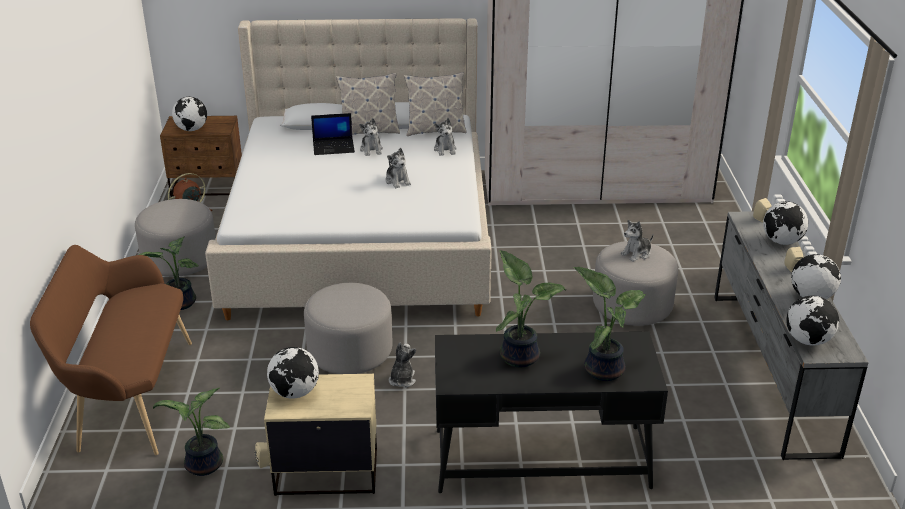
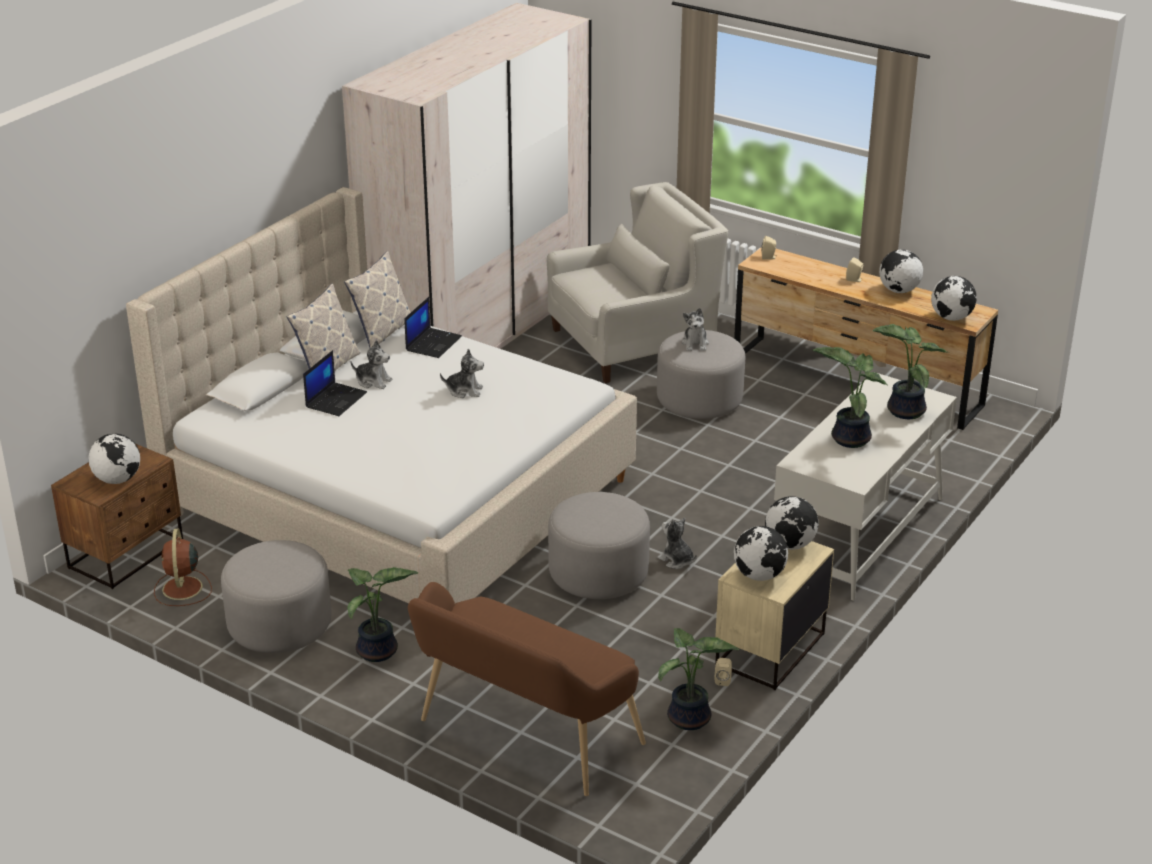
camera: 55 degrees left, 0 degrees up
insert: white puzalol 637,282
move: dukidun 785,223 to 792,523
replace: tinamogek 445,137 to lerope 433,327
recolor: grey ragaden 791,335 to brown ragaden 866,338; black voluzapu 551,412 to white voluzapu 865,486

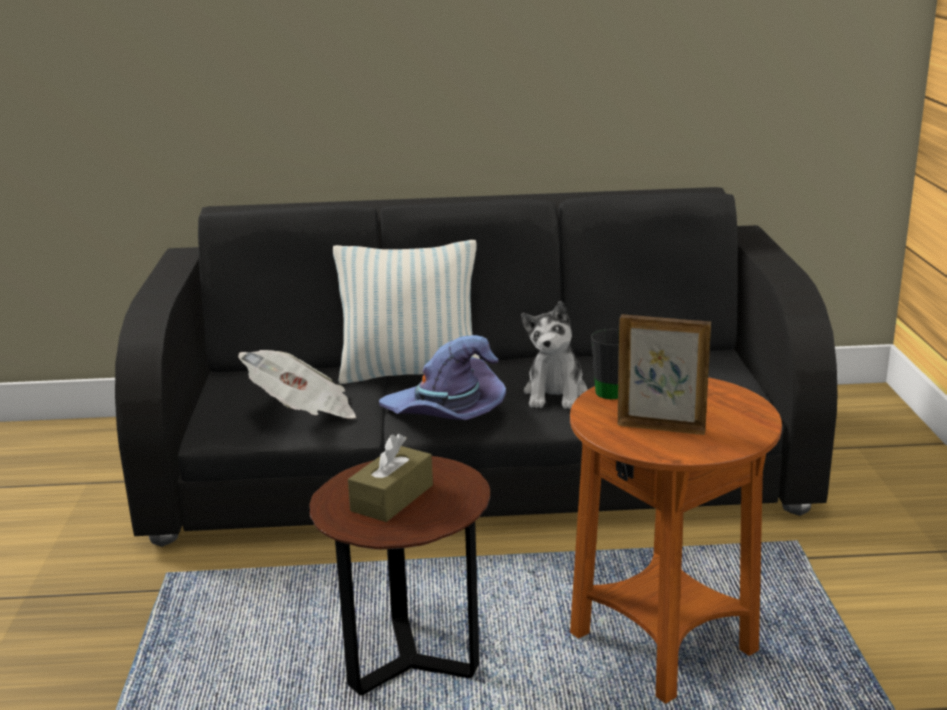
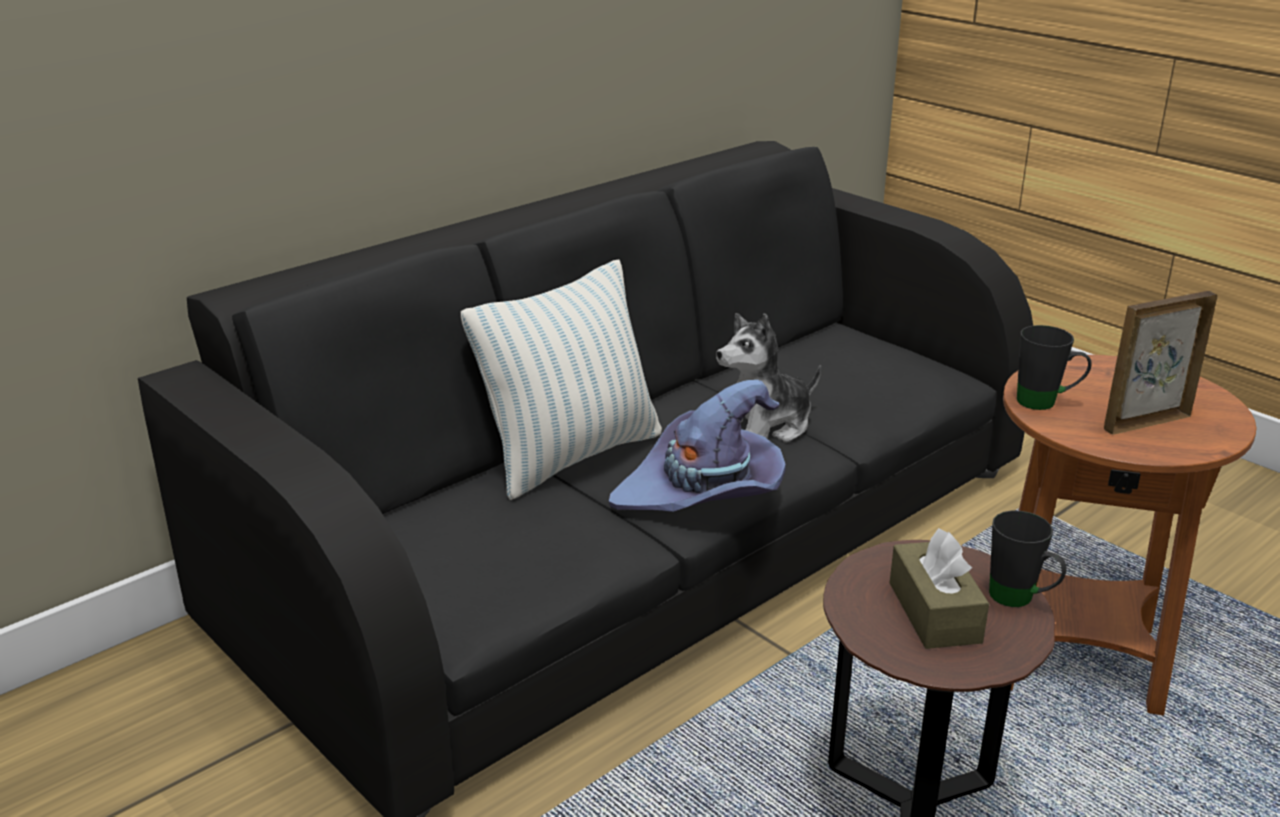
camera: 40 degrees left, 5 degrees up
delete: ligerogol 297,384
insert: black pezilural 1028,559
rotate: tinamogek 554,355 = 768,377 90 degrees clockwise

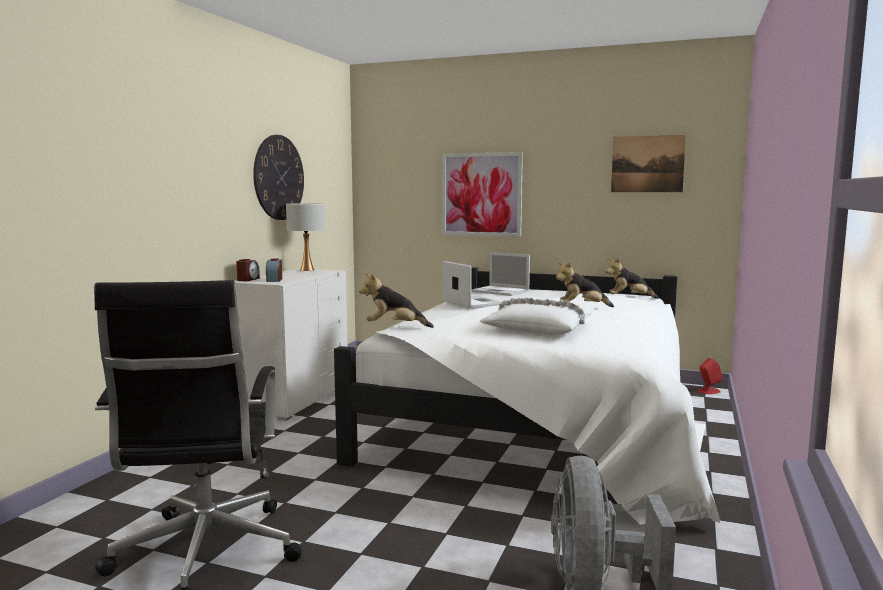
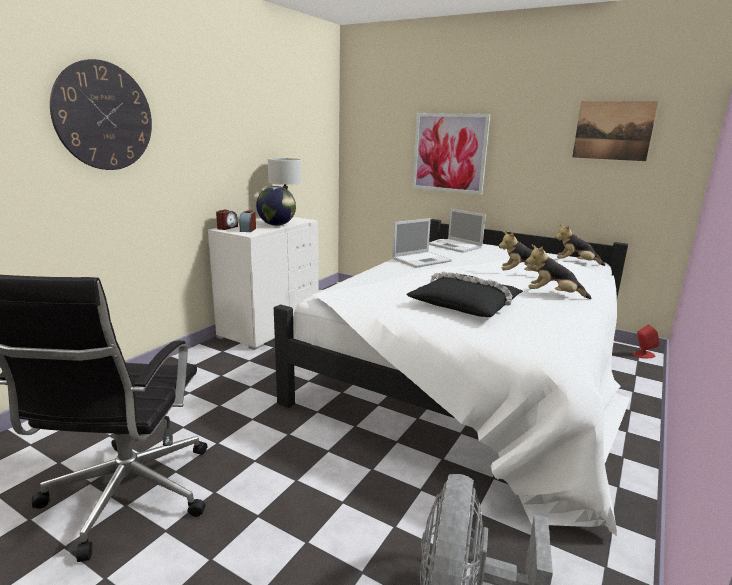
camera: 10 degrees right, 10 degrees up
insert: dukidun 276,206
move: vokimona 278,177 to 101,114; tinamogek 396,300 to 559,272
recolor: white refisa 536,316 to black refisa 464,294
rotate: lerope 472,285 = 422,243 75 degrees clockwise

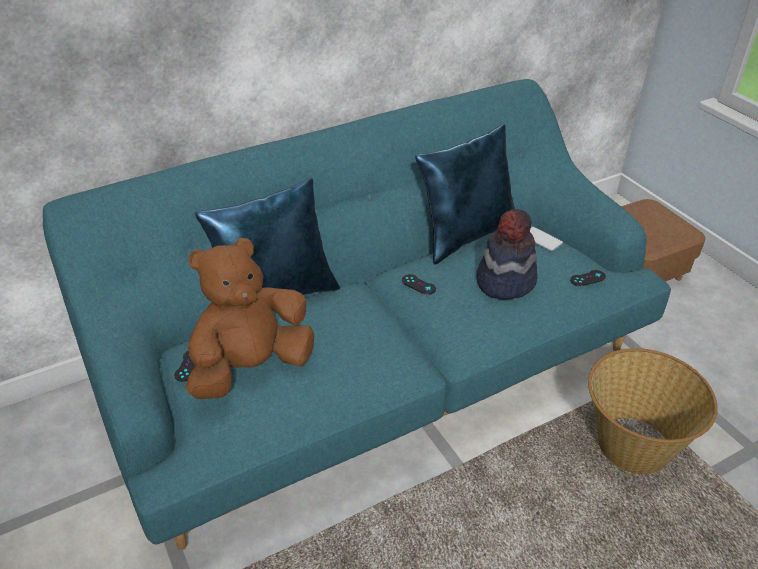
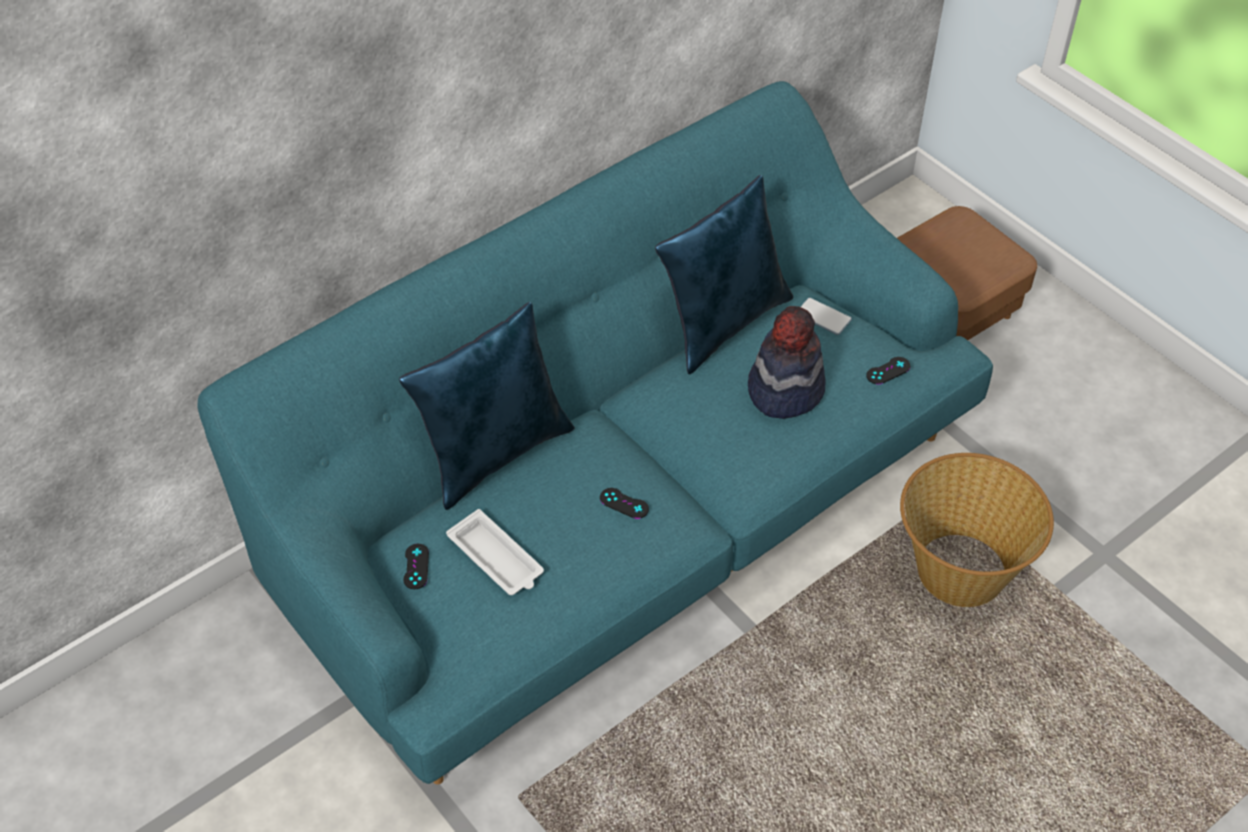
camera: 10 degrees left, 10 degrees up
move: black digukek 419,284 to 624,503
replace: brown tinamogek 249,318 to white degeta 495,552

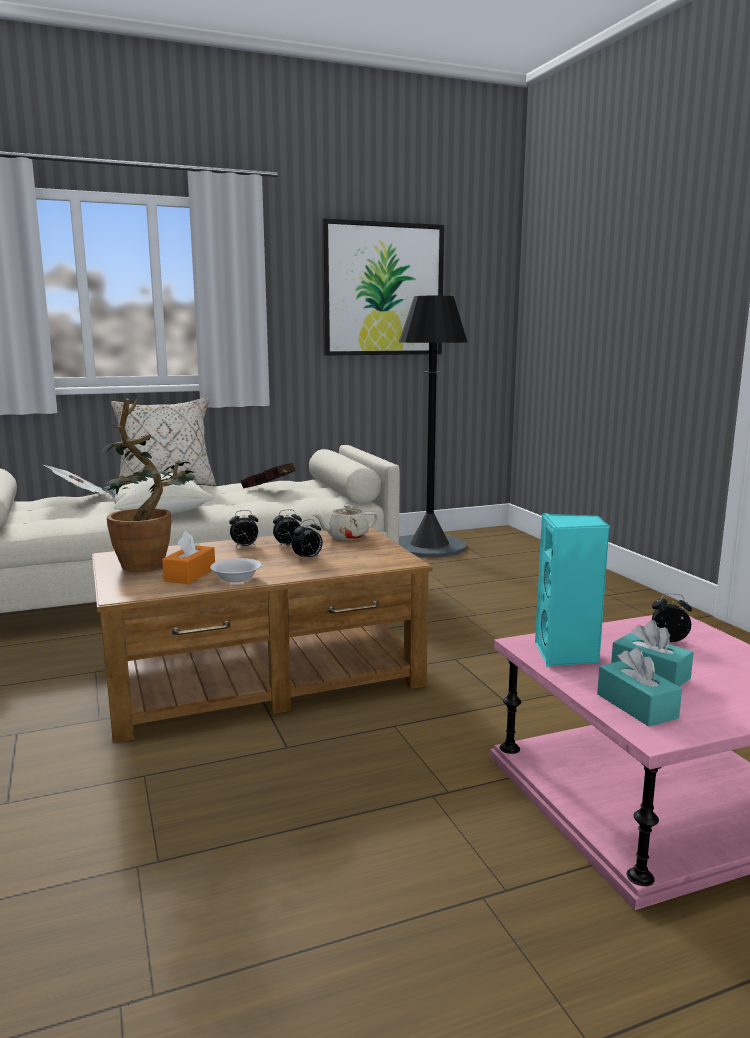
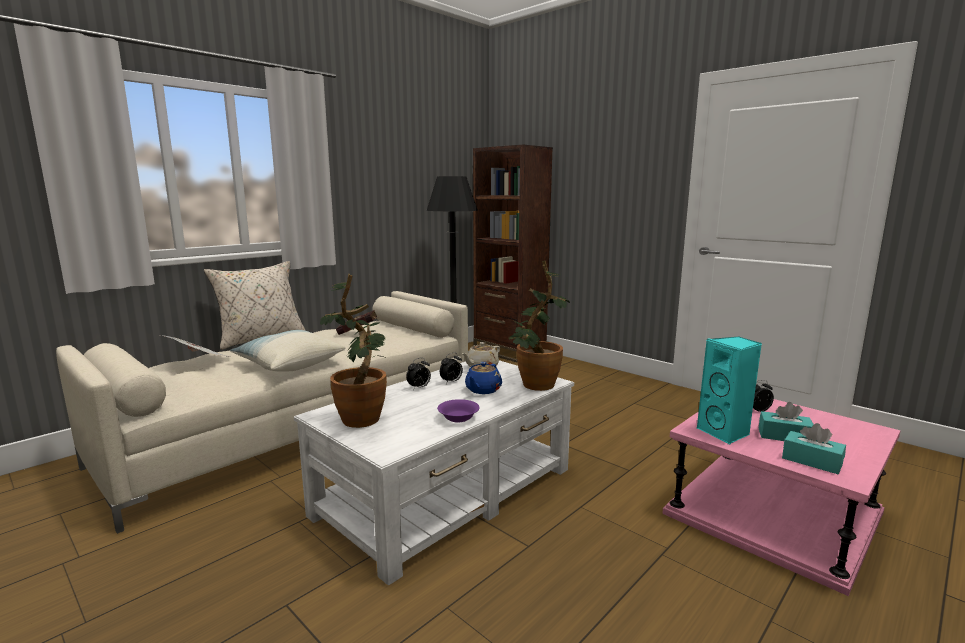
camera: 25 degrees left, 0 degrees up
delete: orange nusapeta 188,557; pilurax 382,287
insert: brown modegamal 513,253; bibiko 539,326
replace: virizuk 307,540 to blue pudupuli 483,378
recolor: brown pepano 262,635 to white pepano 434,473; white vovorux 236,570 to purple vovorux 458,410

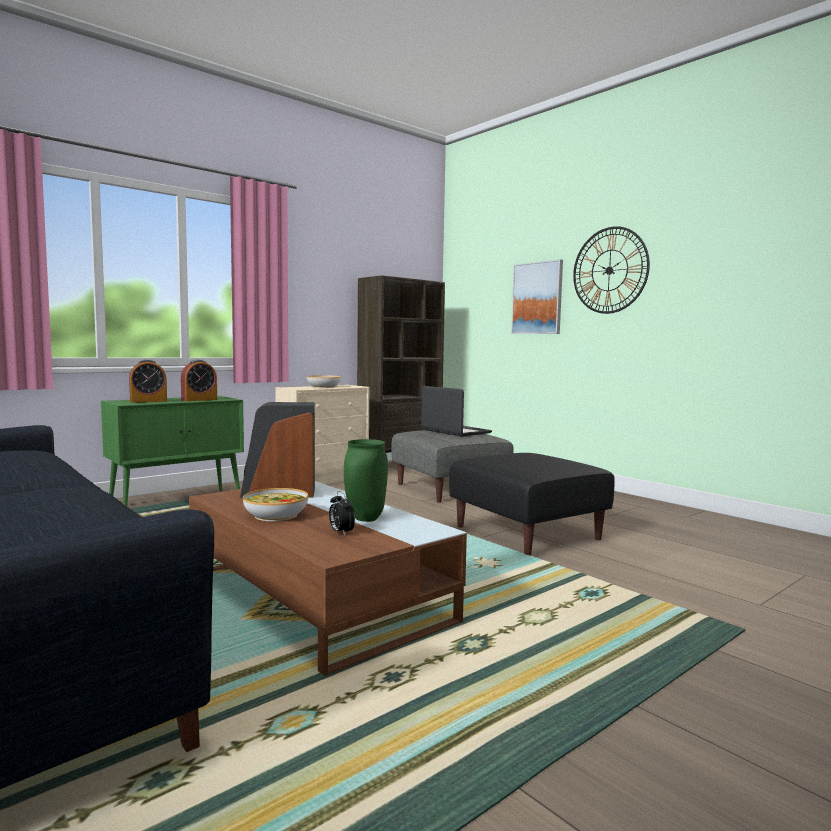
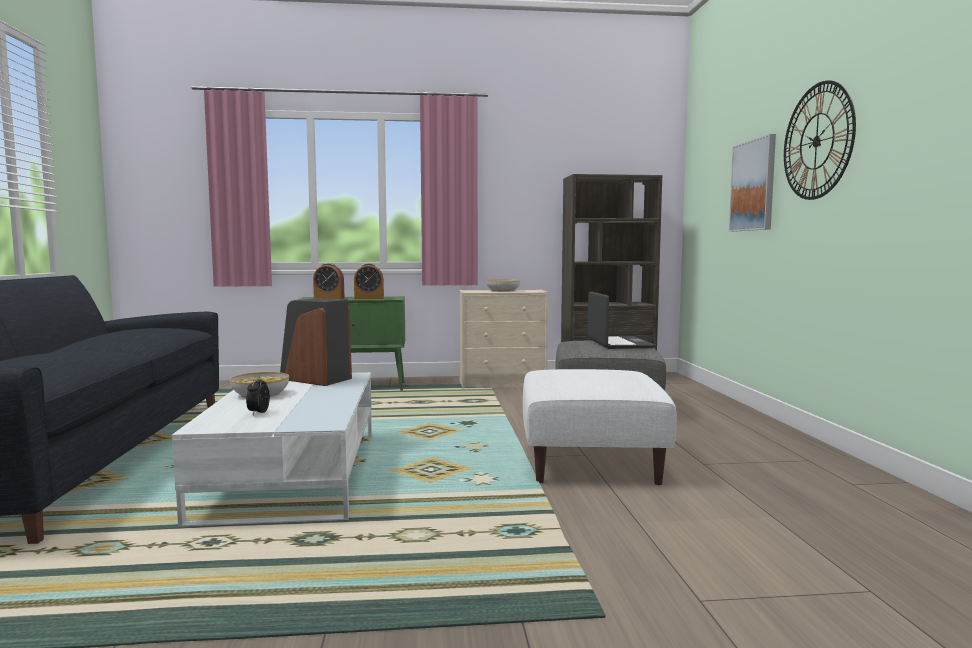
camera: 35 degrees right, 0 degrees up
delete: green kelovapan 366,480
recolor: brown pepano 328,578 to white pepano 272,449; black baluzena 532,504 to white baluzena 600,427

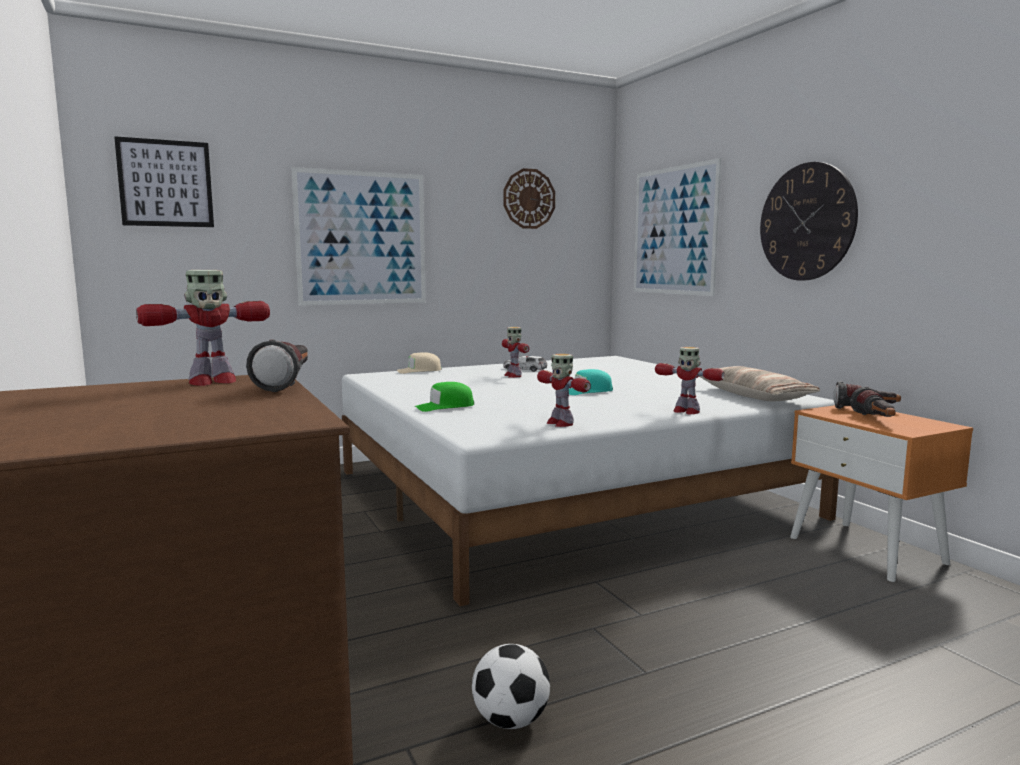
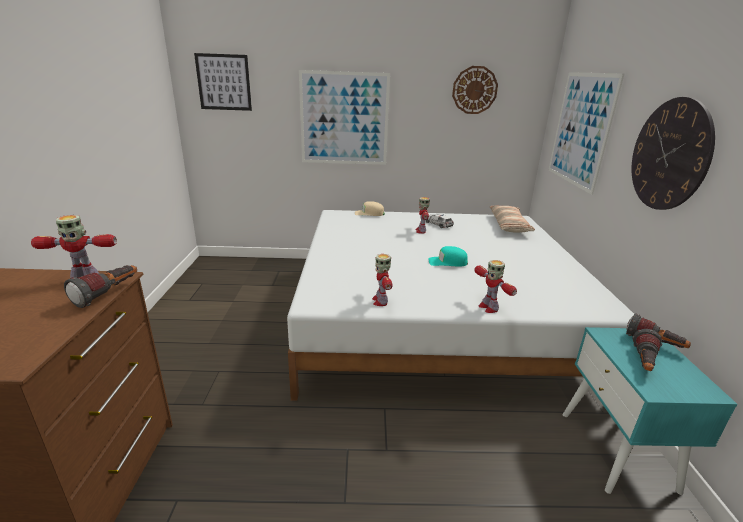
camera: 25 degrees right, 15 degrees up
delete: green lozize 444,397; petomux 511,686
move: refisa 759,383 to 512,219
recolor: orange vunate 881,493 to turquoise vunate 650,411

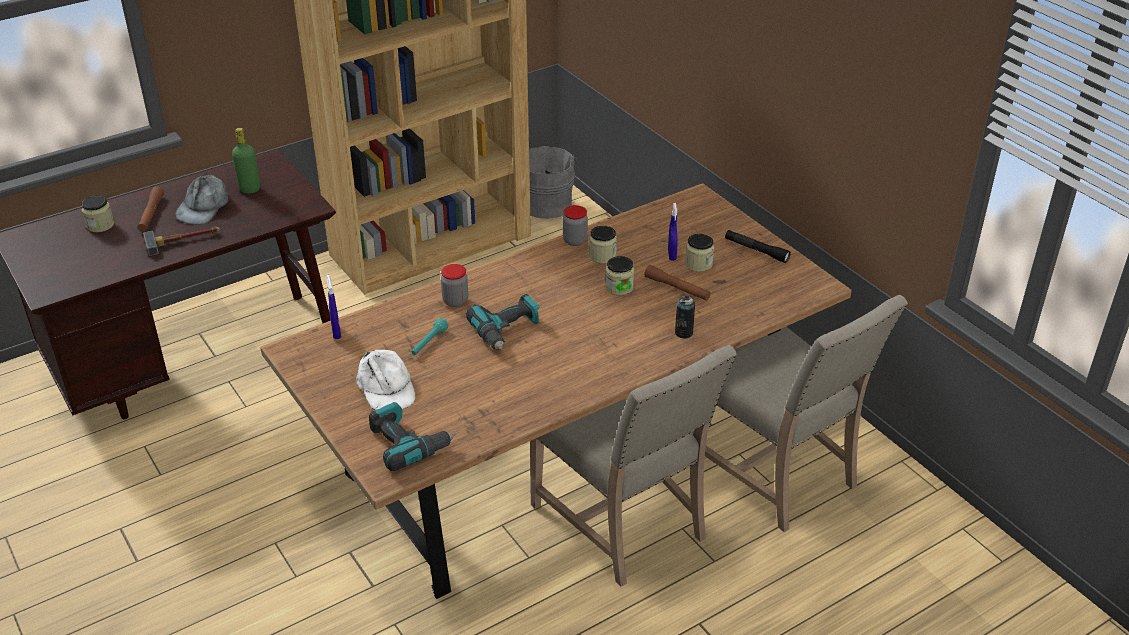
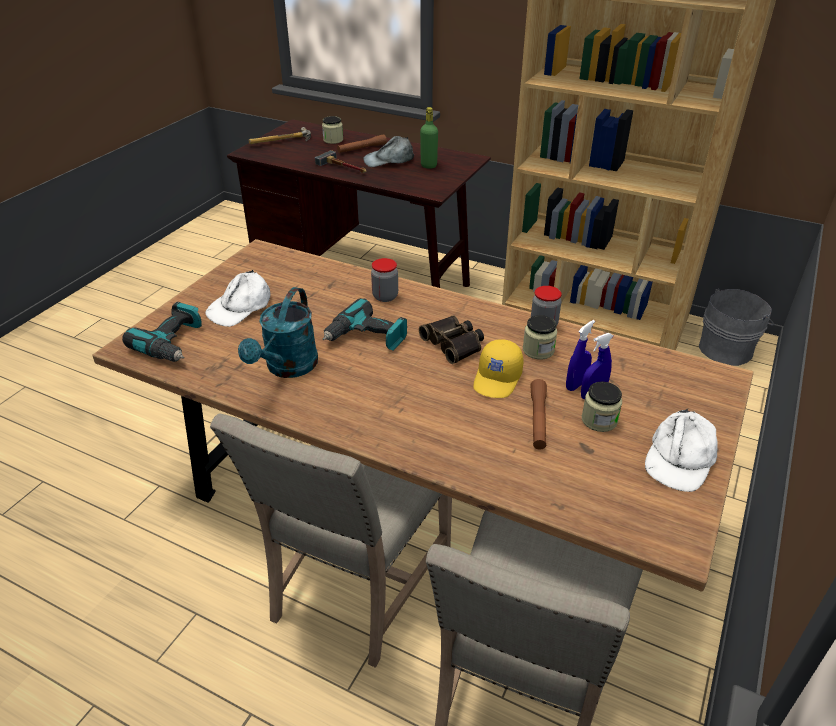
camera: 60 degrees right, 0 degrees up
delete: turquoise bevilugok 430,336; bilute 685,317
insert: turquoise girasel 278,332; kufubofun 280,135; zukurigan 451,339
move: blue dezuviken 334,307 to 580,355
replace: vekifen 619,275 to yellow lozize 498,368; black bevilugok 758,246 to white lozize 681,450

